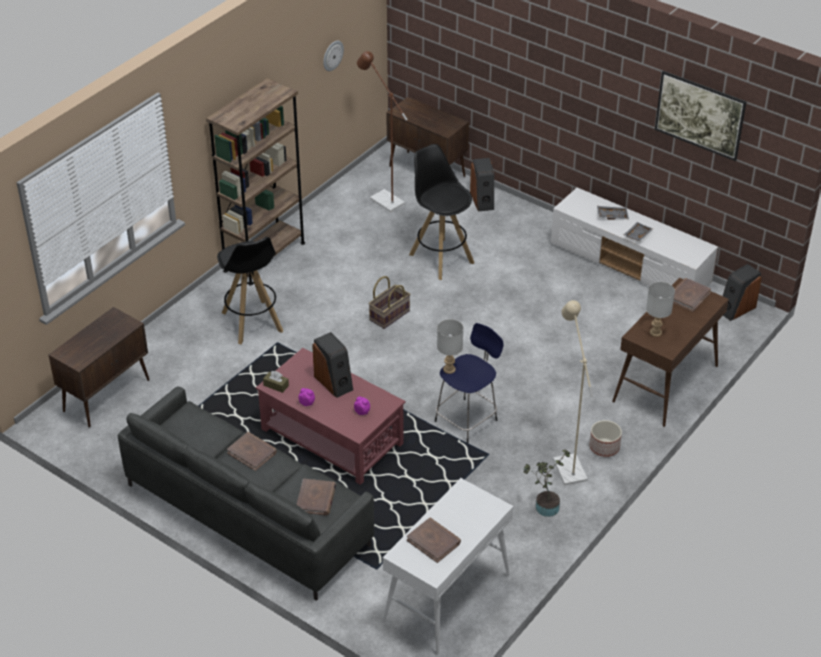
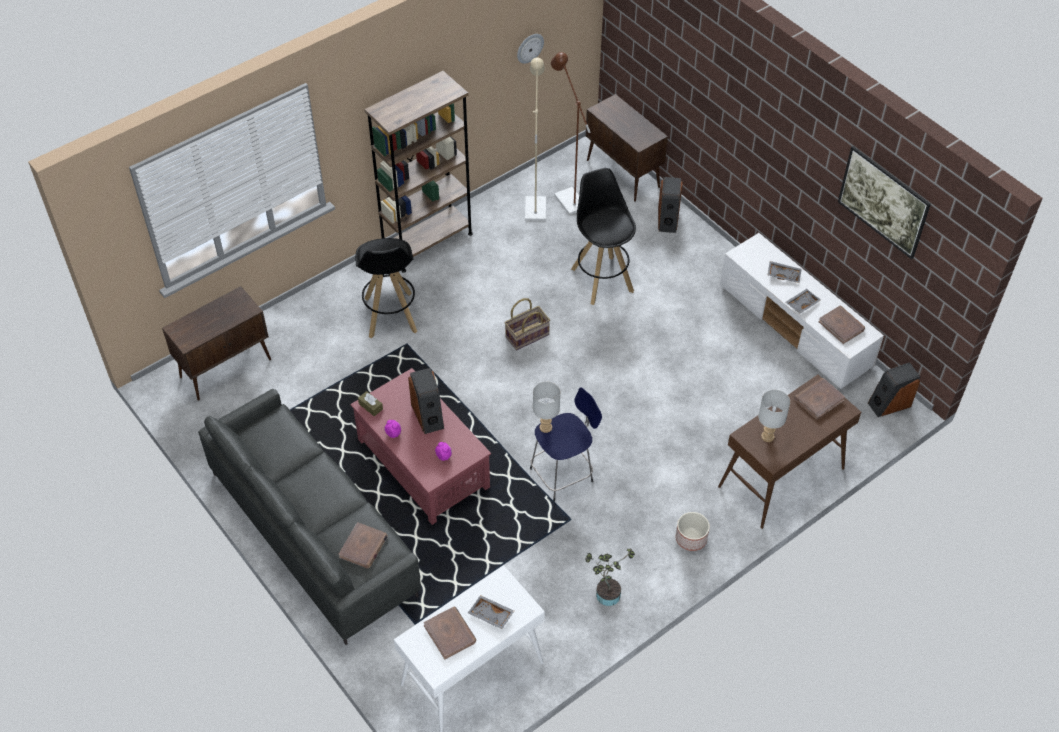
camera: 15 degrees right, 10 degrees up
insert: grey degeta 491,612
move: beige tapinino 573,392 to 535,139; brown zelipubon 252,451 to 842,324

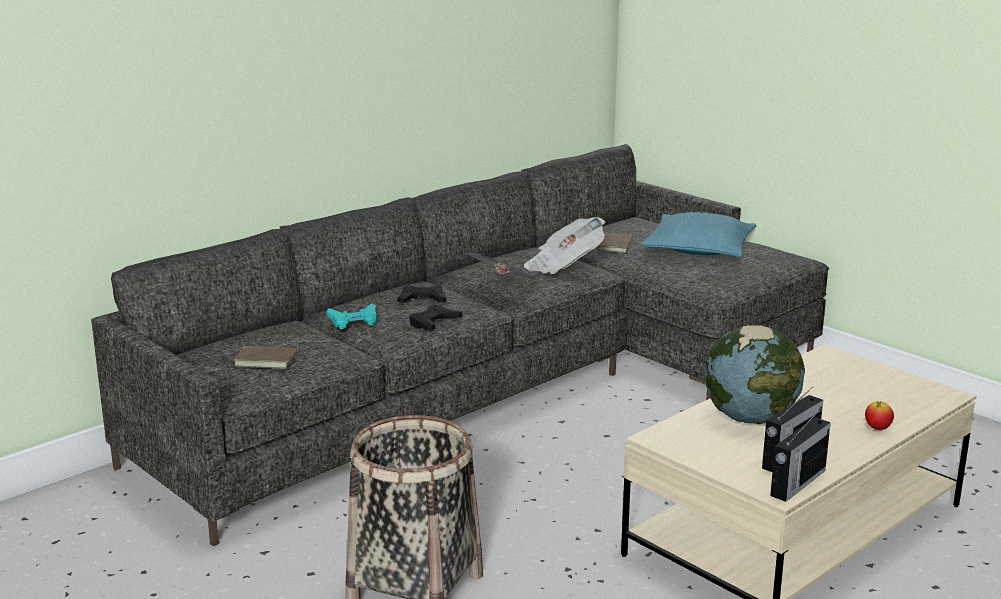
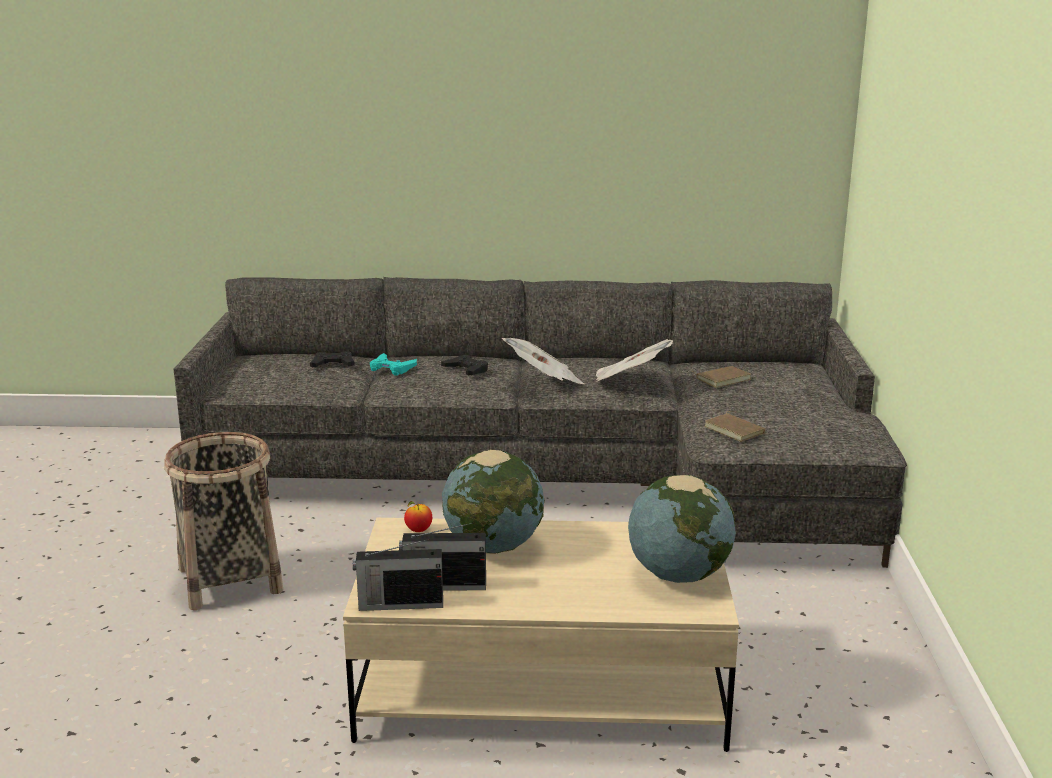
camera: 45 degrees right, 0 degrees up
delete: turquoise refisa 698,234
insert: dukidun 682,529
move: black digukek 435,317 to 332,359; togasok 879,415 to 418,516; brown zelipubon 265,355 to 734,426

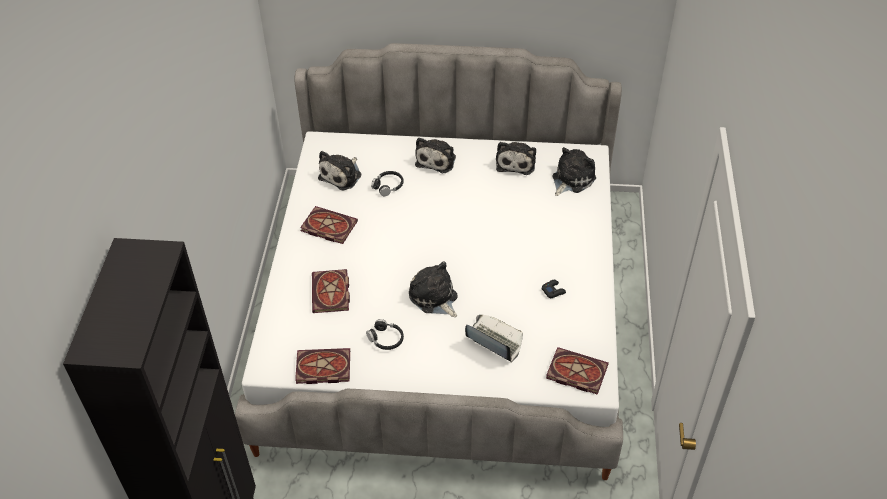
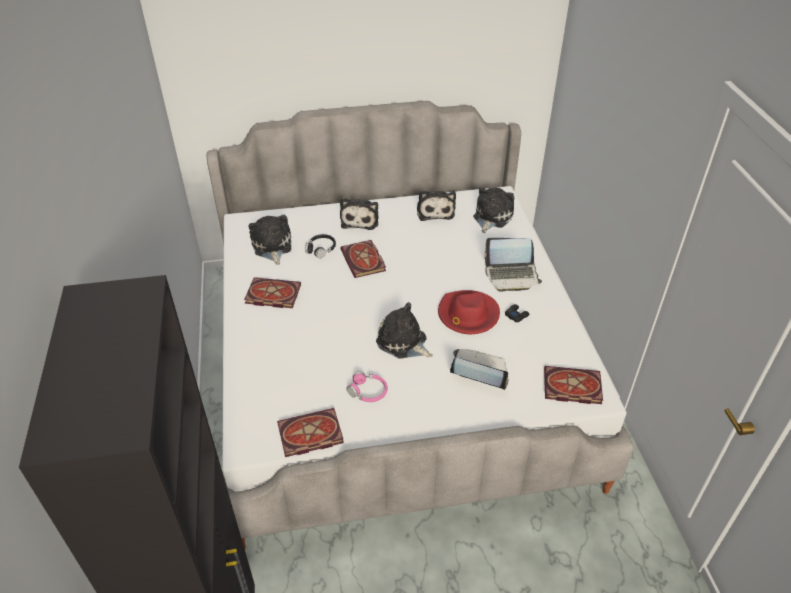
camera: 15 degrees left, 5 degrees down
insert: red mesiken 469,312; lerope 513,265
move: zelipubon 331,291 to 363,259
recolor: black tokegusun 385,334 to pink tokegusun 367,387
rotate: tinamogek 339,171 = 270,240 150 degrees clockwise

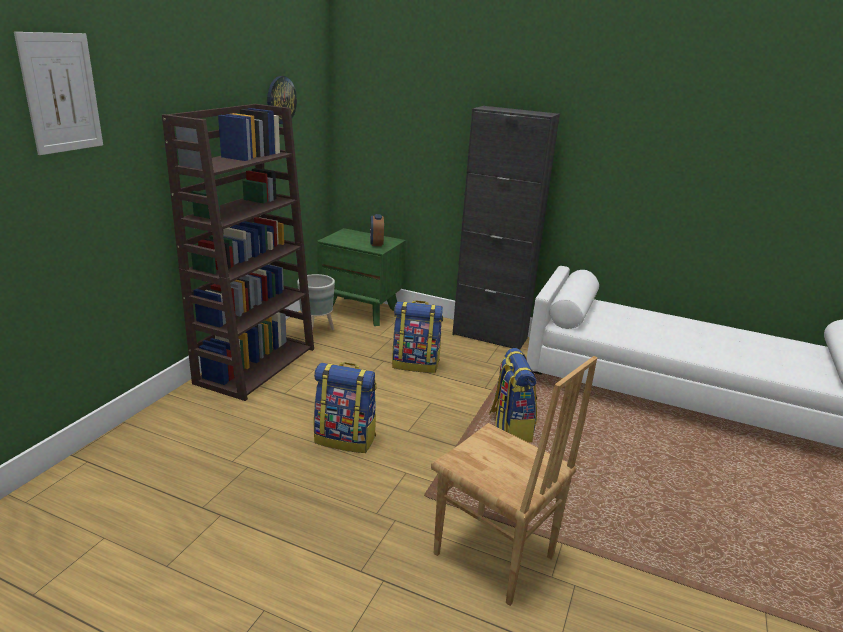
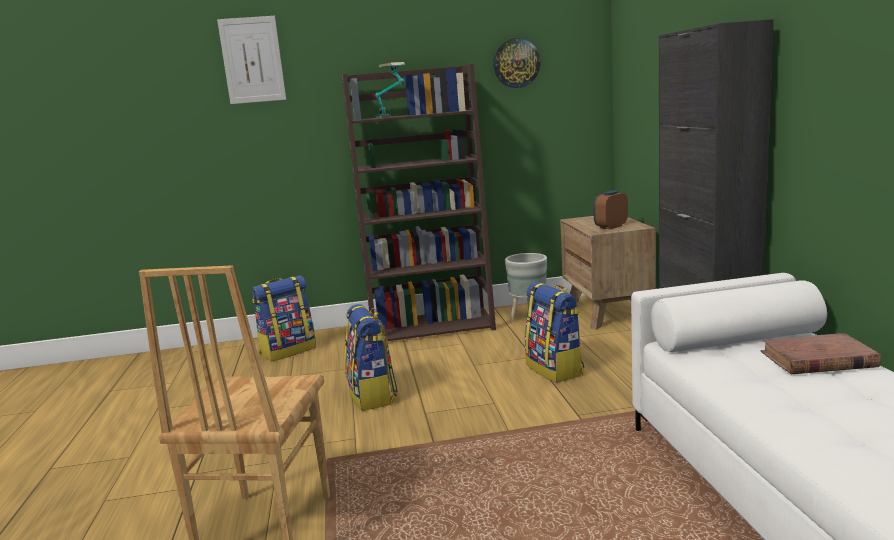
camera: 60 degrees right, 10 degrees down
insert: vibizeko 390,90; brown zelipubon 820,353
move: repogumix 513,395 to 284,318
recolor: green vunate 361,277 to brown vunate 608,273

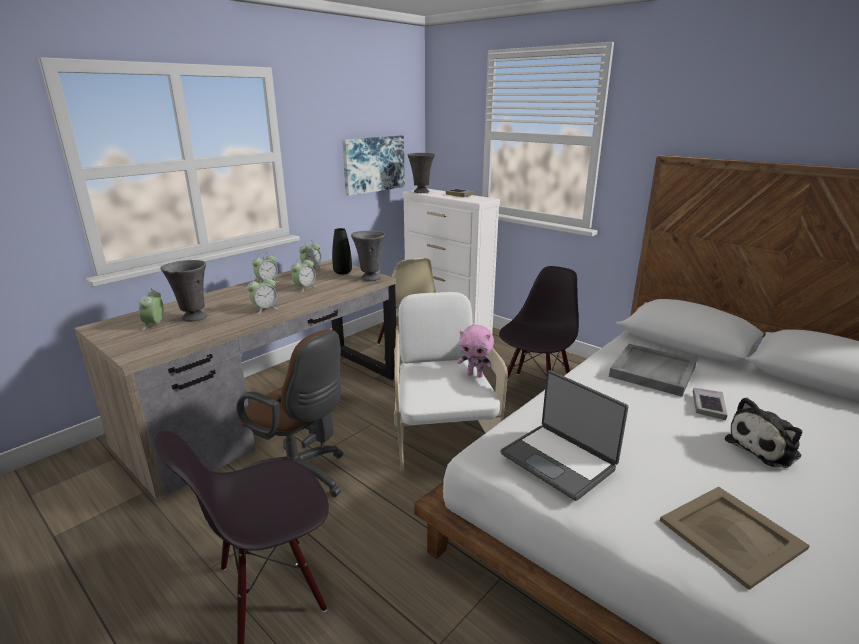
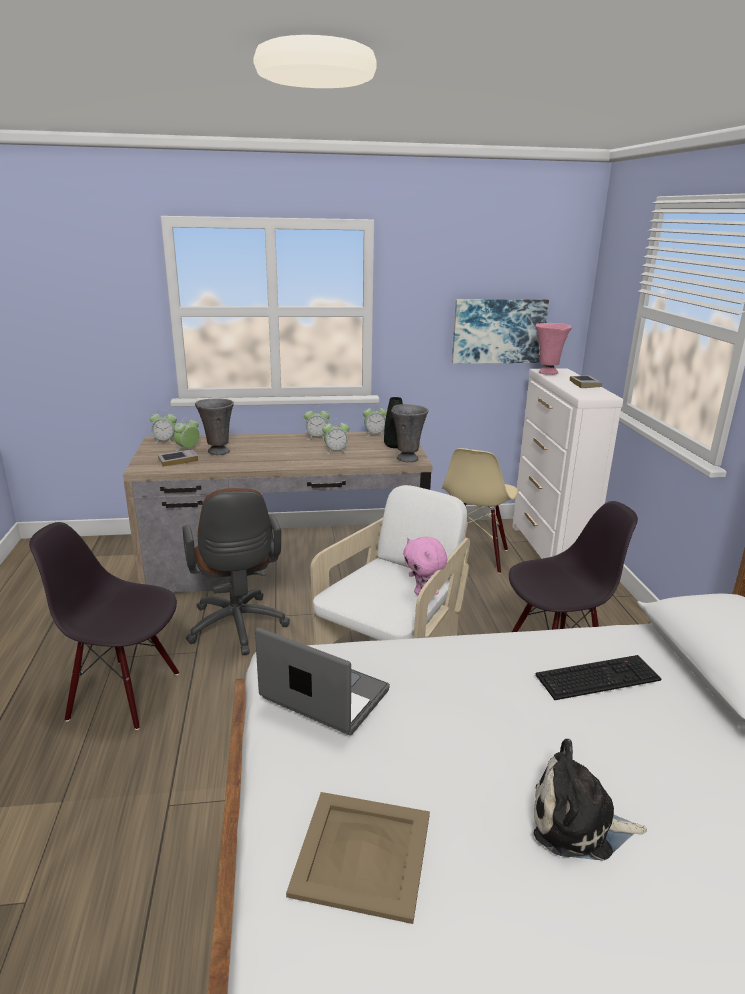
camera: 40 degrees right, 0 degrees up
move: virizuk 263,294 to 163,427; zelipubon 710,404 to 178,458
replace: grey degeta 653,370 to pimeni 598,677
recolor: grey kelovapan 421,173 to pink kelovapan 554,349
rotate: lerope 564,435 = 322,681 120 degrees clockwise

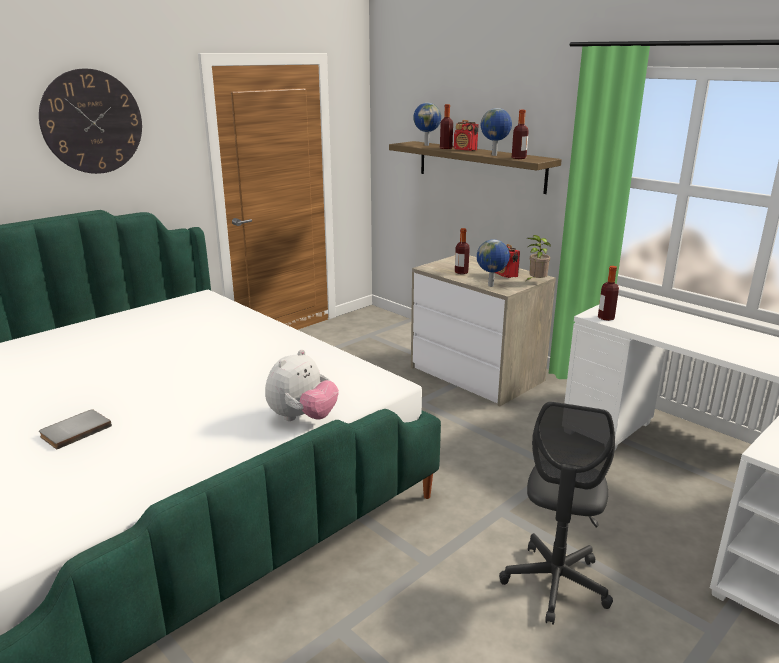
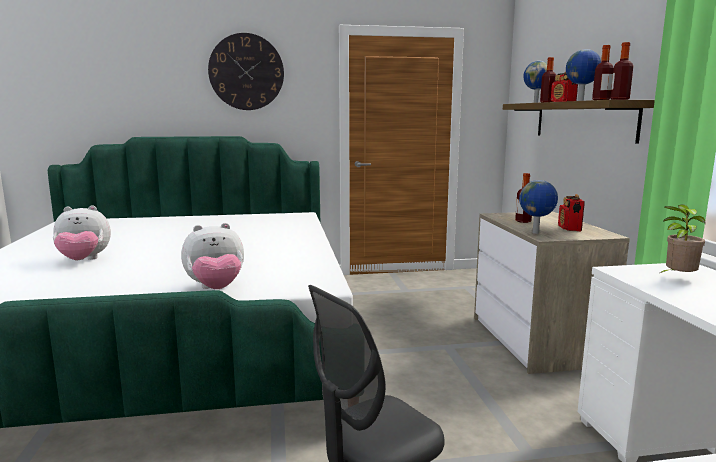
camera: 35 degrees right, 10 degrees down
move: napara 608,293 to 622,71; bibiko 538,258 to 683,239
replace: grey zelipubon 75,429 to tinamogek 82,232

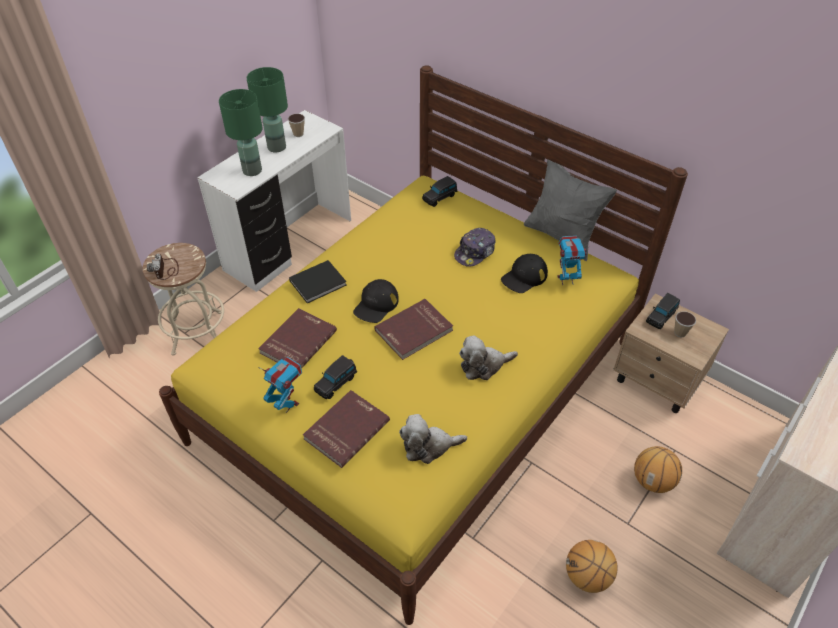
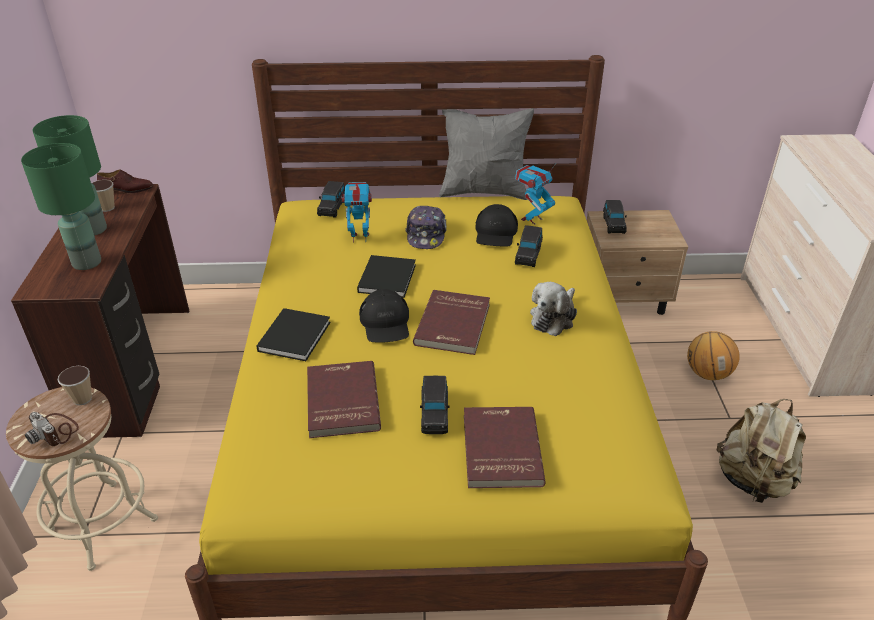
camera: 40 degrees left, 10 degrees down
delete: tinamogek 433,439
insert: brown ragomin 125,181; black zelipubon 386,276; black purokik 529,246
move: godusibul 685,324 to 74,385; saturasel 280,385 to 356,212
replace: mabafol 592,566 to beige repogumix 761,451
recolor: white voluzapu 274,201 to brown voluzapu 100,311

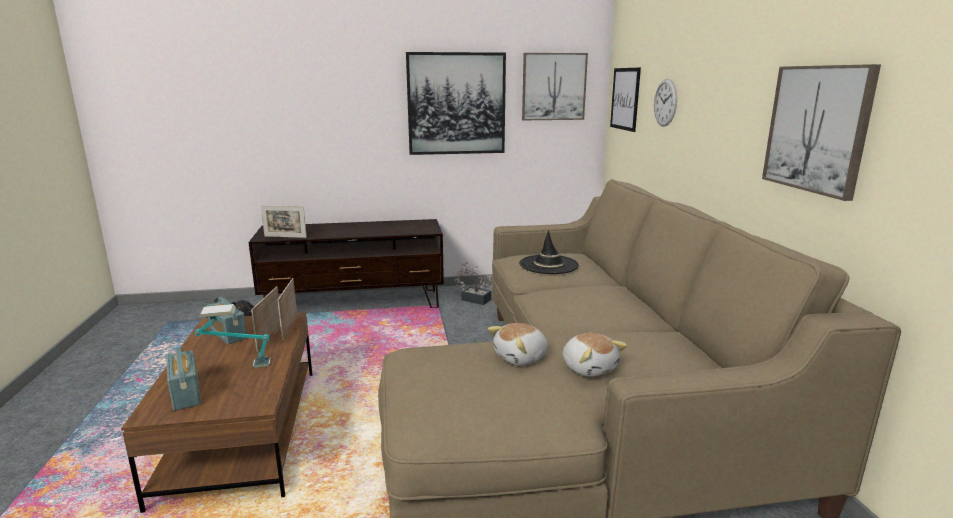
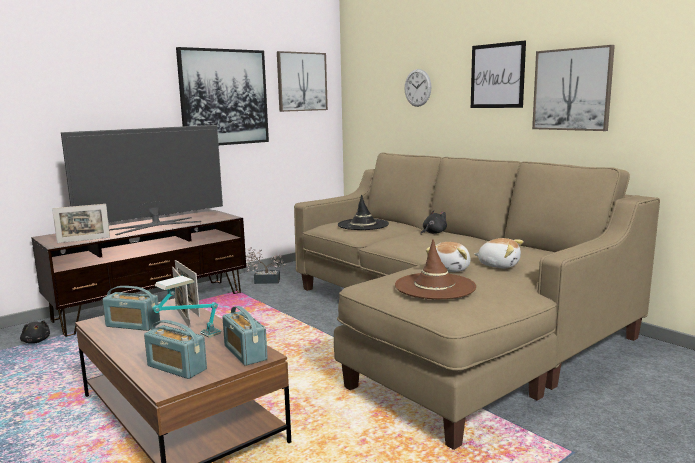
camera: 30 degrees left, 5 degrees down
insert: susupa 142,180; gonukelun 245,336; brown mesiken 435,269; black tinamogek 434,222
move: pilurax 625,100 to 498,74

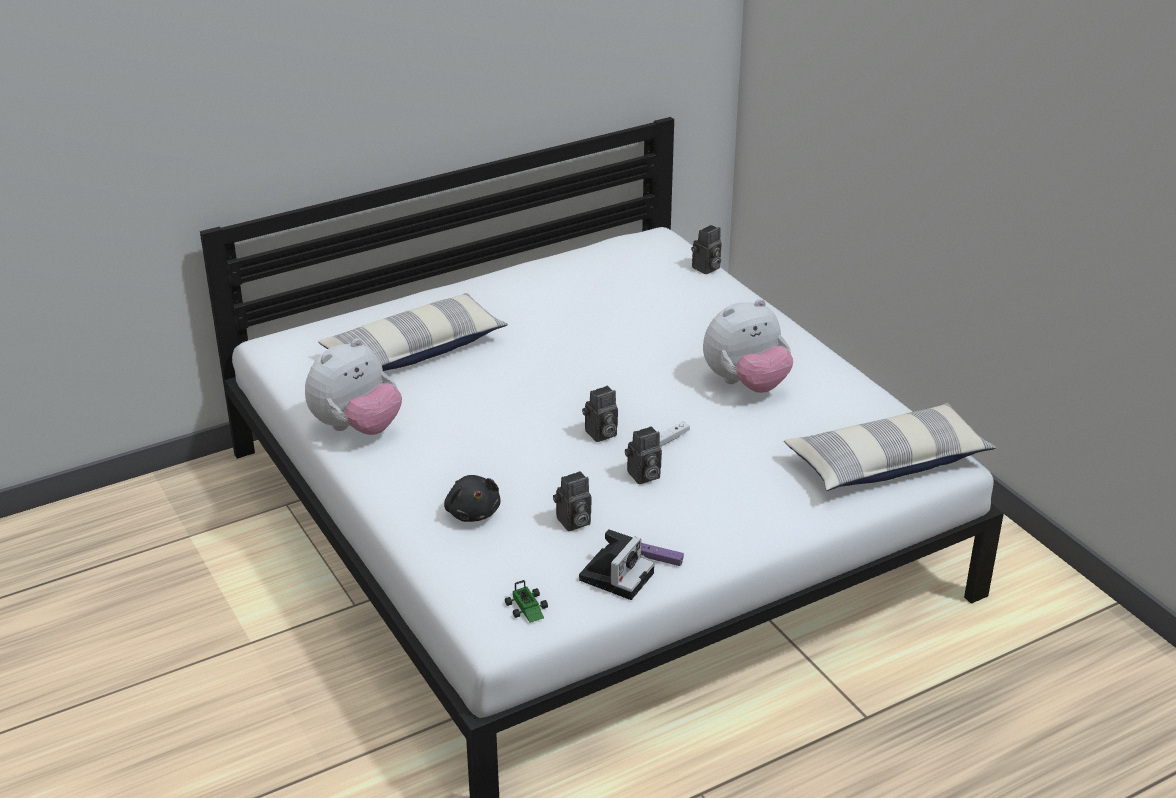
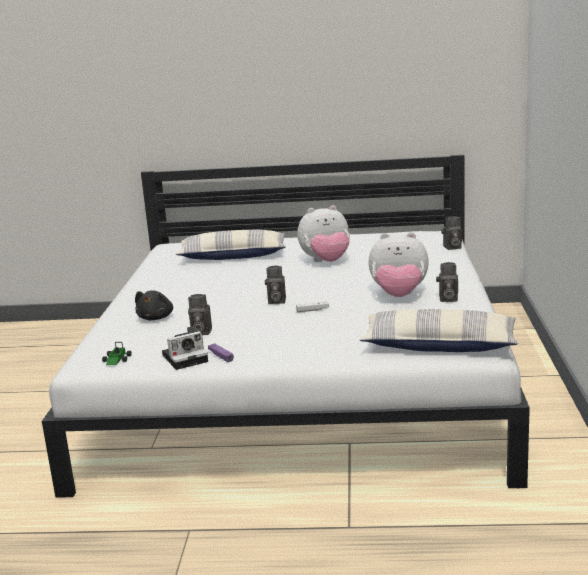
camera: 35 degrees right, 15 degrees down
move: tinamogek 353,386 to 323,233; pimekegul 643,455 to 447,282

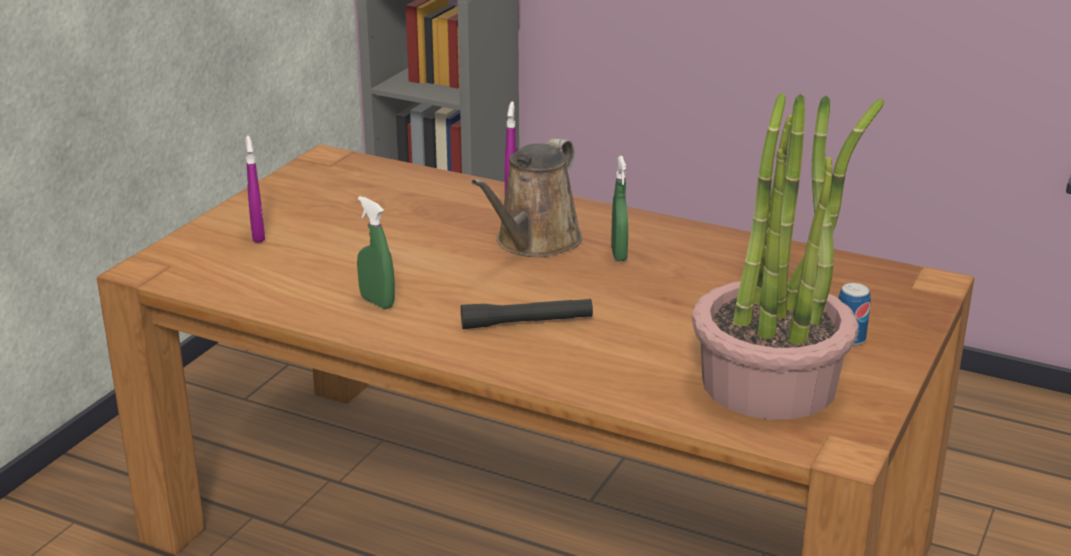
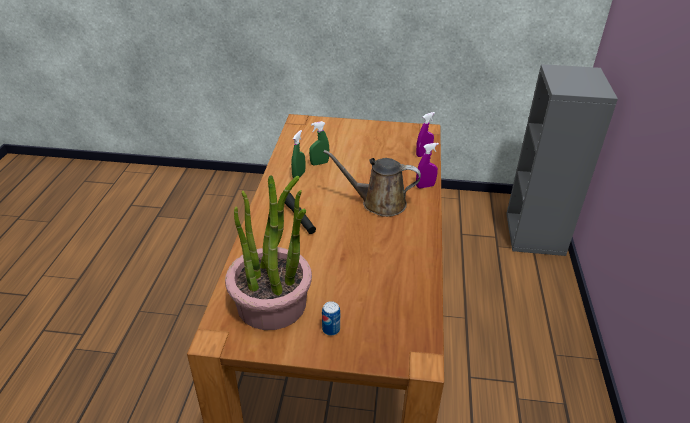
camera: 70 degrees right, 10 degrees up
move: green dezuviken 619,208 to 319,143; purple dezuviken 255,189 to 425,134

